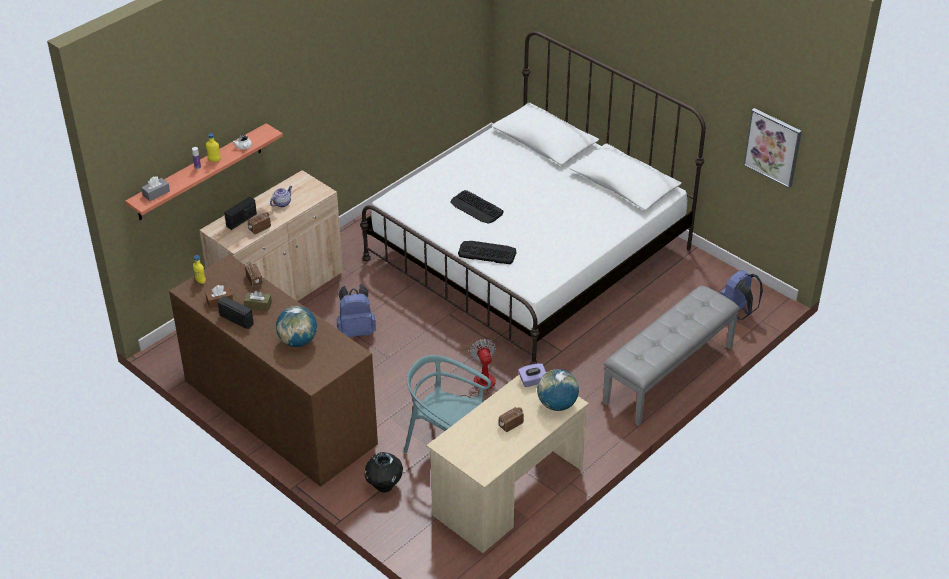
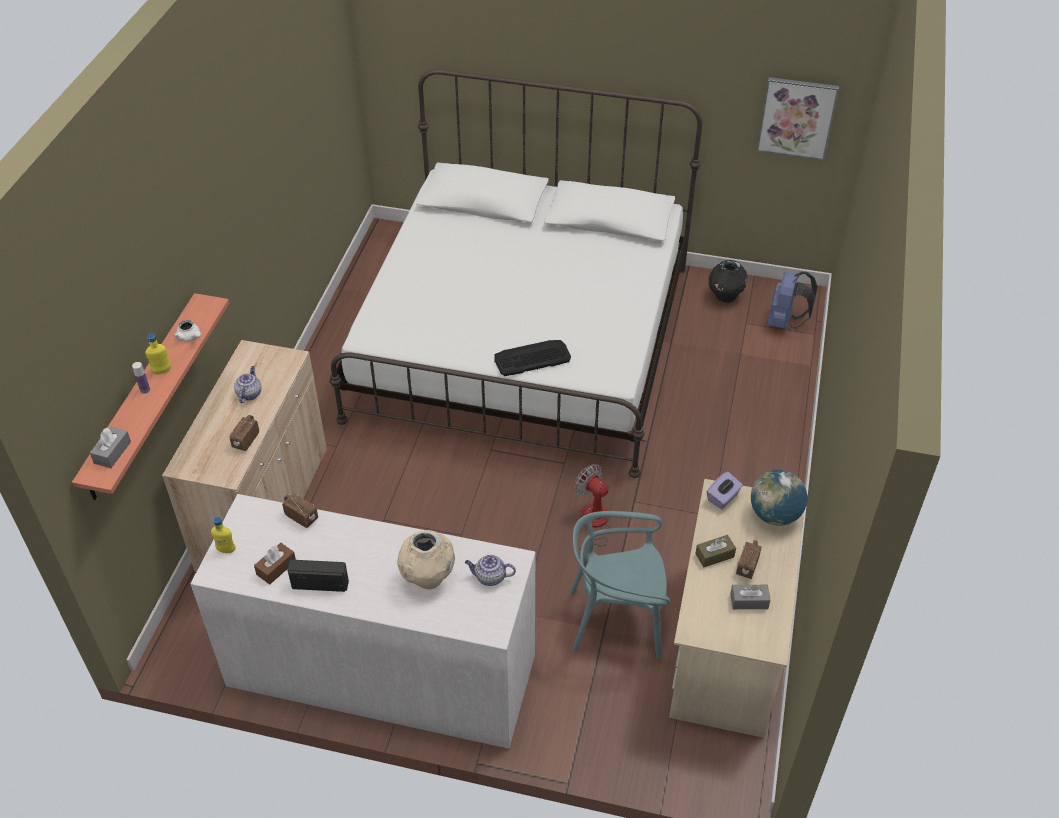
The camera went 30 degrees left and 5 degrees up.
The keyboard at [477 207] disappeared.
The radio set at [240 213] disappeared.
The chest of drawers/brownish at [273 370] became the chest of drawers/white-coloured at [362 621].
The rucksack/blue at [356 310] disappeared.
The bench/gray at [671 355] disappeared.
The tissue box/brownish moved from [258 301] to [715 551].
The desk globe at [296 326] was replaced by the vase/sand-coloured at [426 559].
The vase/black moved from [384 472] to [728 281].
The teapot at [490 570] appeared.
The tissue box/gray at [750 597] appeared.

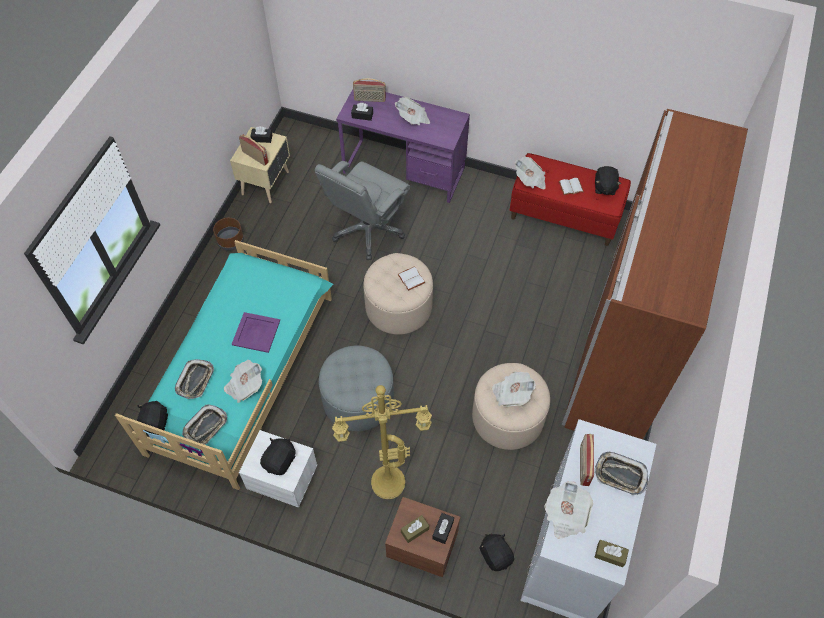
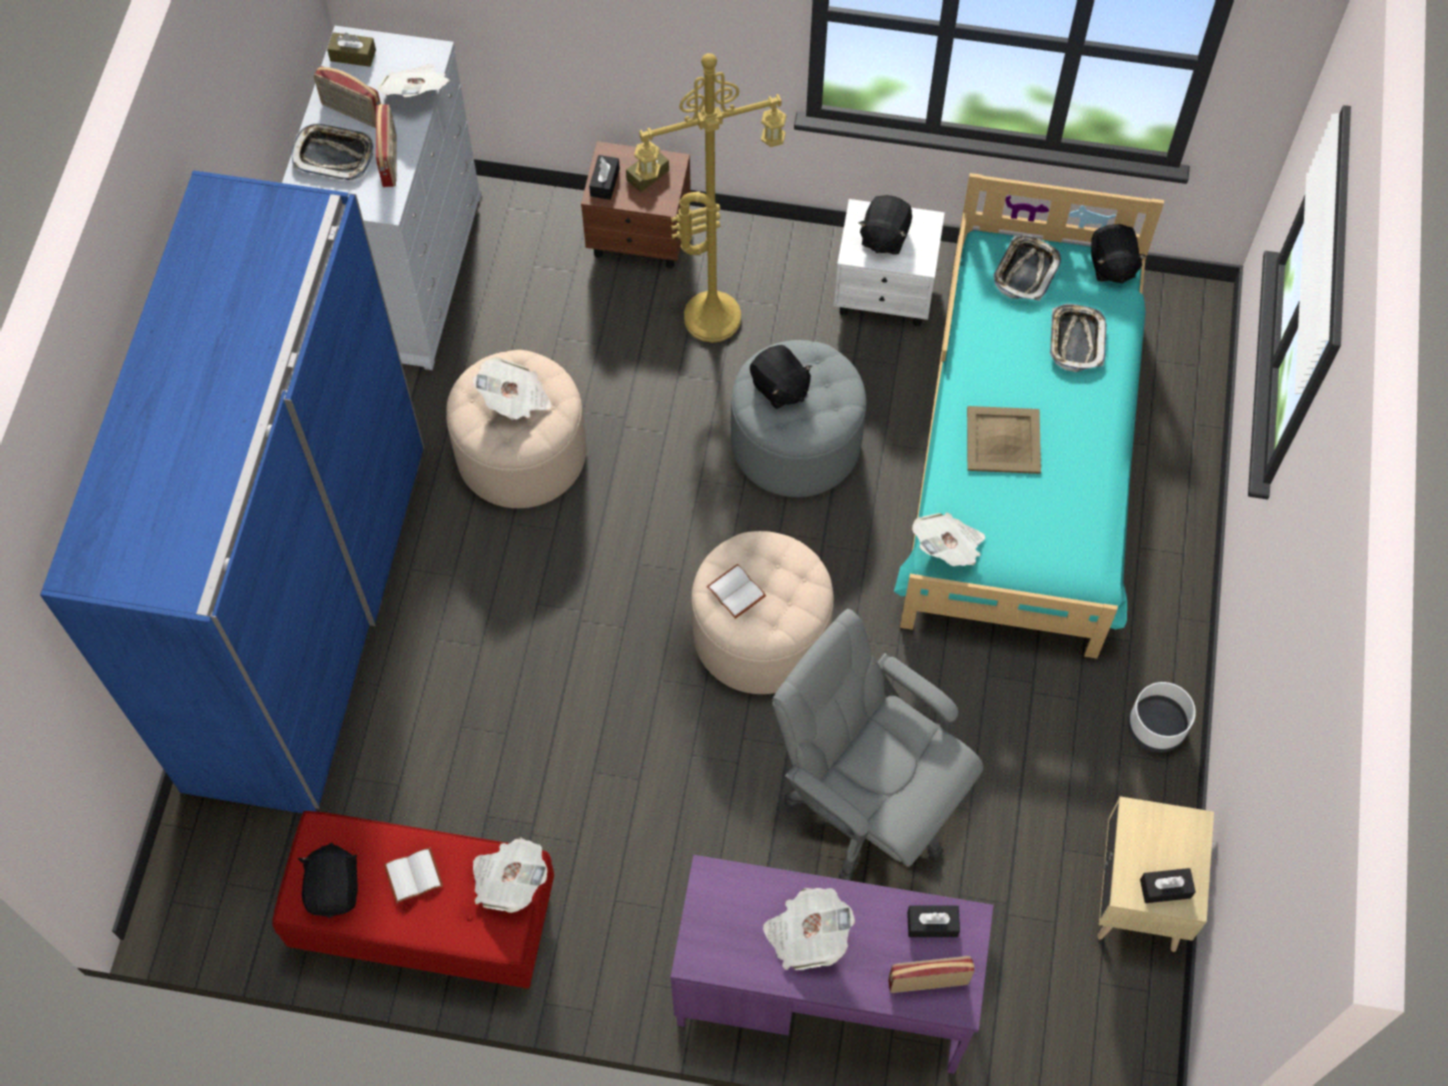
The camera went 170 degrees right and 5 degrees up.
The wardrobe/brownish at [655 274] became the wardrobe/blue at [232 492].
The radio set moved from [254 150] to [347 97].
The computer chair/gray at [362 210] turned 75 degrees counterclockwise.
The plant pot/brownish at [228 234] became the plant pot/white-coloured at [1162 717].
The serving tray/purplish at [256 332] became the serving tray/sand-coloured at [1004 440].
The printed paper moved from [243 381] to [948 539].
The soft toy/black moved from [496 552] to [781 377].

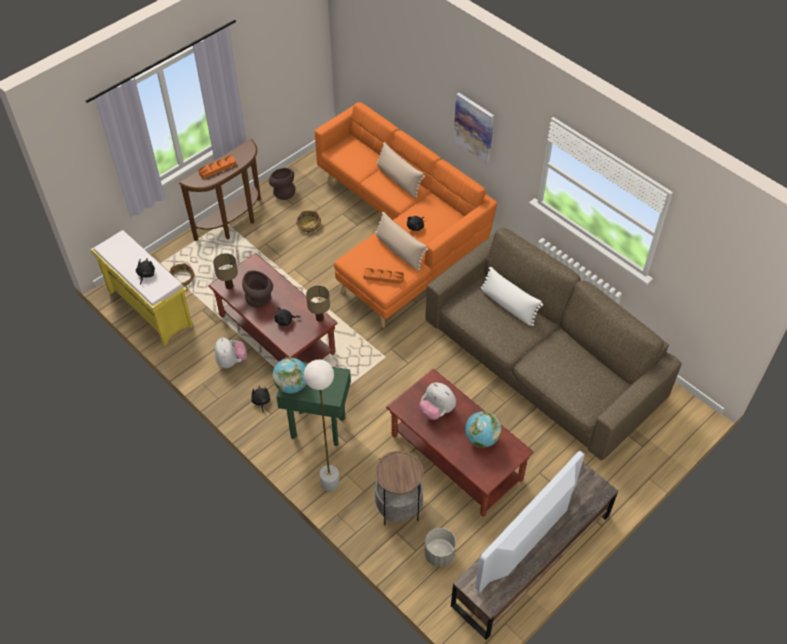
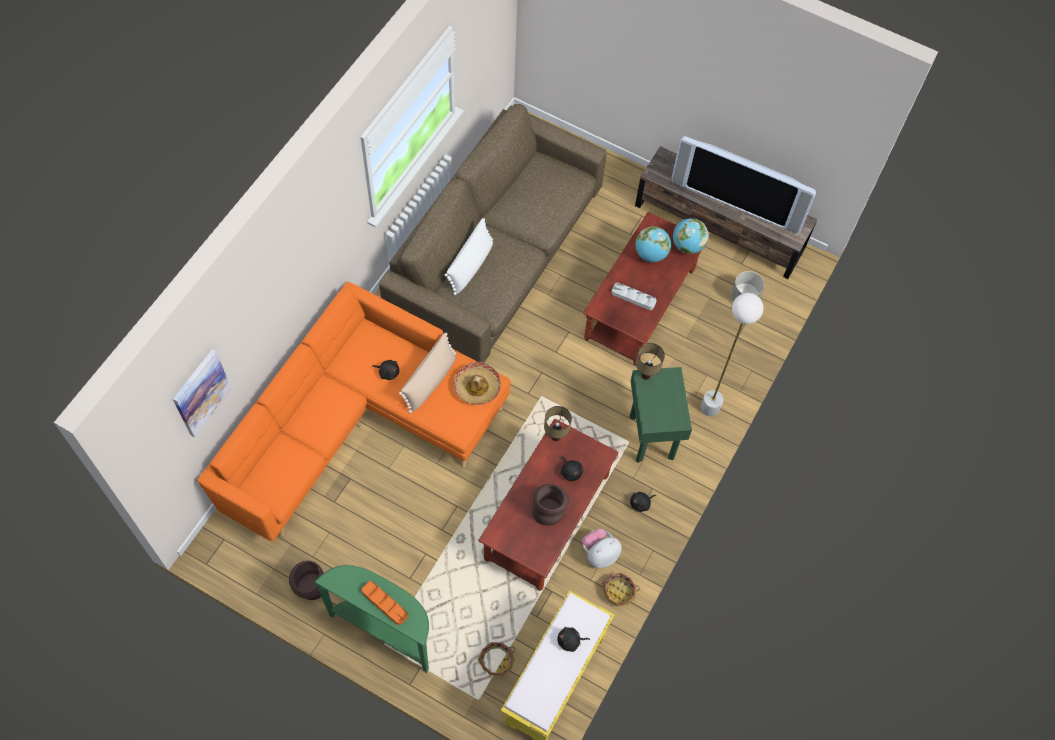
The camera went 110 degrees left and 10 degrees up.
The wall art moved from [473 128] to [202 393].
The console table/brownish at [220 190] became the console table/green at [371 619].
The pillow/sand-coloured at [400 170] disappeared.
The storage basket moved from [308 222] to [621 589].
The lamp for a table moved from [225 271] to [650 361].
The serving tray/orangey at [383 276] was replaced by the hat at [477 383].
The desk globe moved from [289 375] to [691 236].
The soft toy at [437 401] was replaced by the serving tray/gray at [634 296].
The end table at [399 488] disappeared.

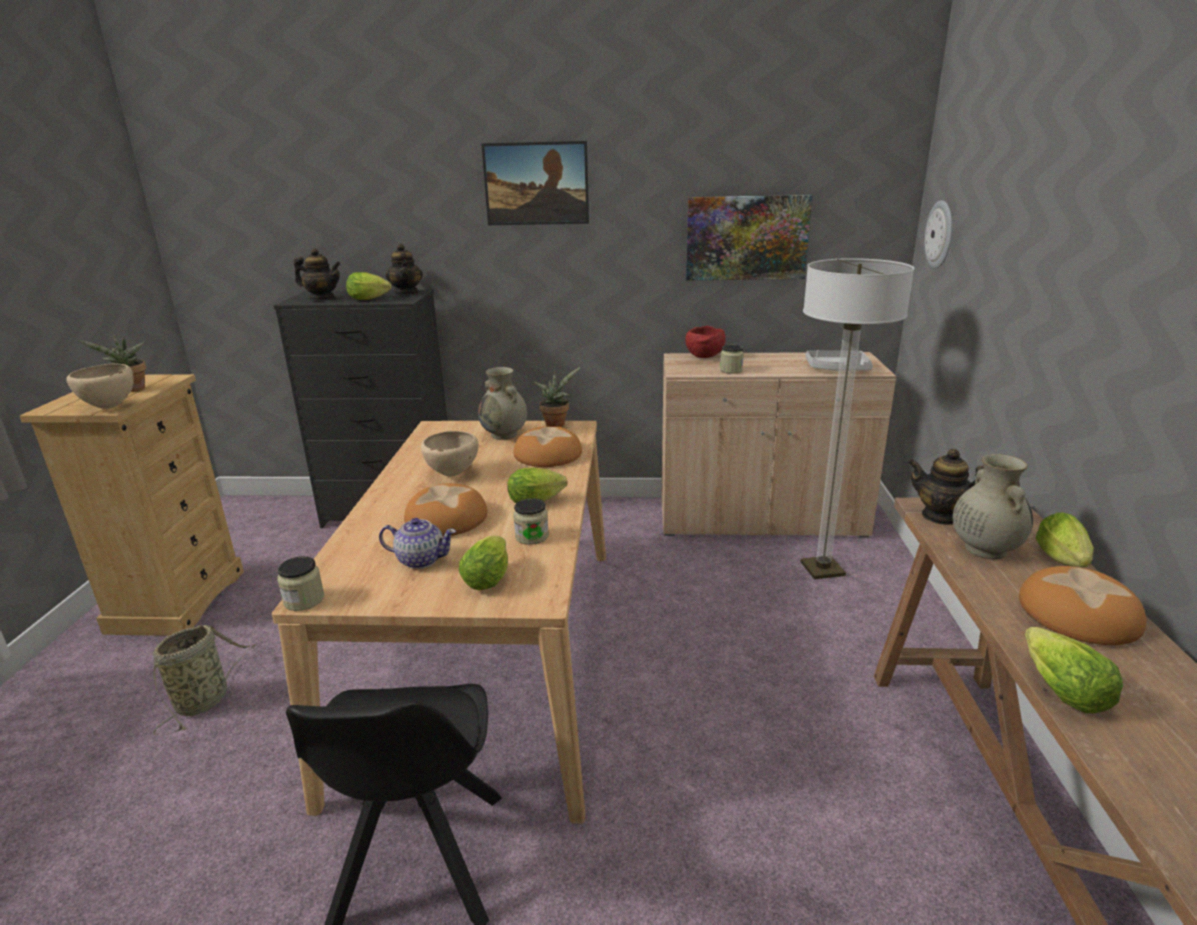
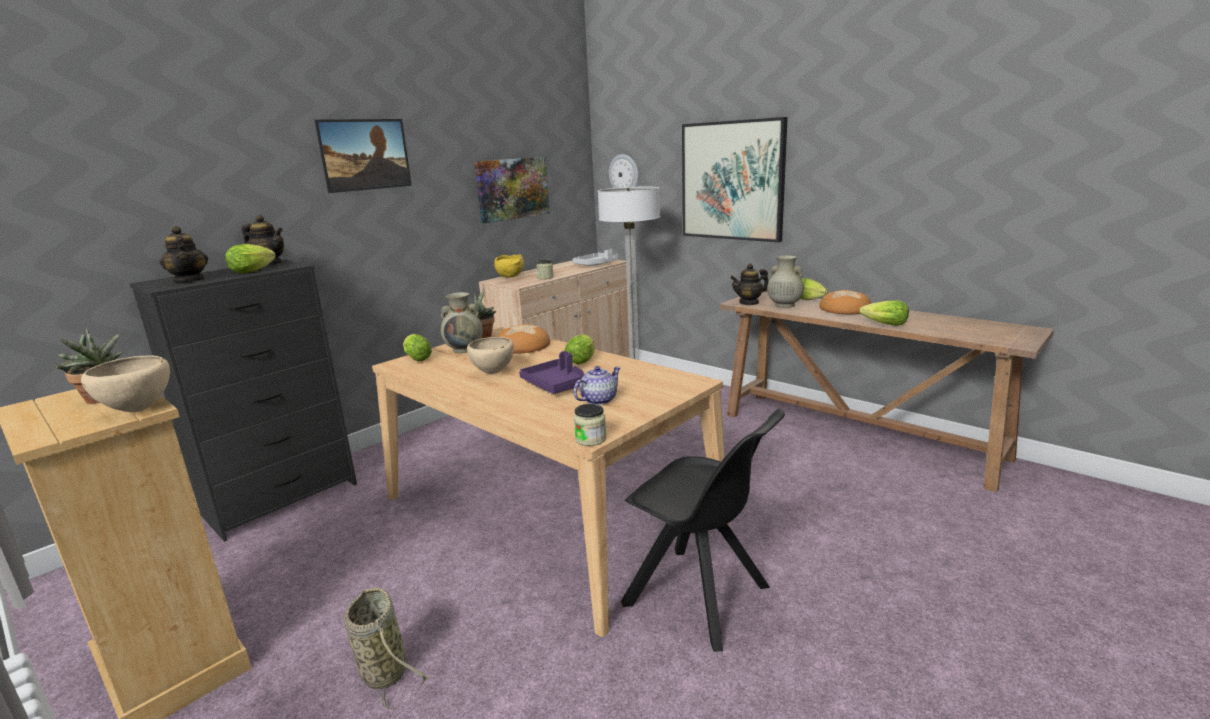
The camera went 50 degrees left and 5 degrees down.
The teapot at [317 274] turned 90 degrees clockwise.
The bowl/red at [706 342] became the bowl/yellow-coloured at [509 266].
The baked bread at [445 510] was replaced by the serving tray/purplish at [552 372].
The jar at [531 521] disappeared.
The head of lettuce moved from [483 563] to [417 347].
The wall art at [735 179] appeared.

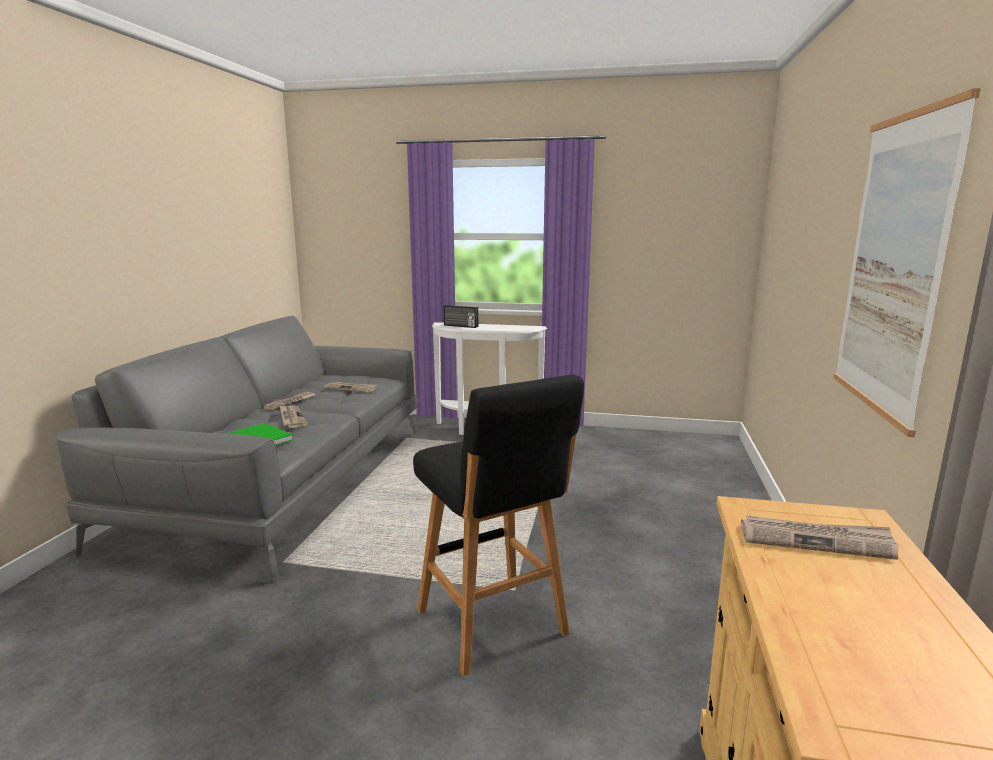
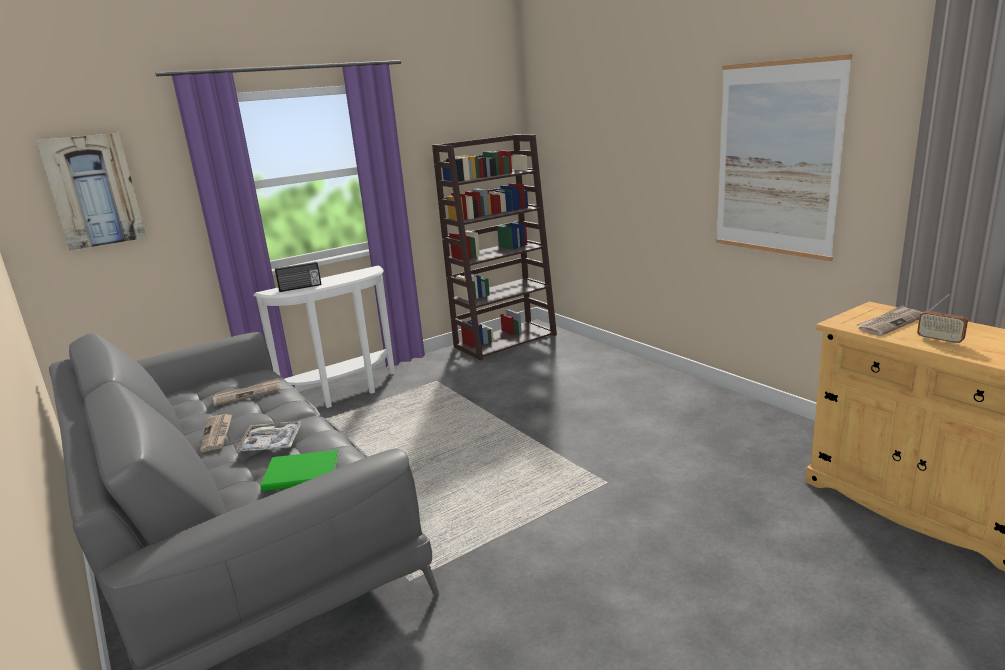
The camera went 45 degrees left and 5 degrees up.
The stool/black at [498 525] disappeared.
The printed paper at [294 416] was replaced by the serving tray at [268 437].
The wall art at [91 192] appeared.
The bookshelf/brownish at [494 247] appeared.
The radio set at [942 319] appeared.

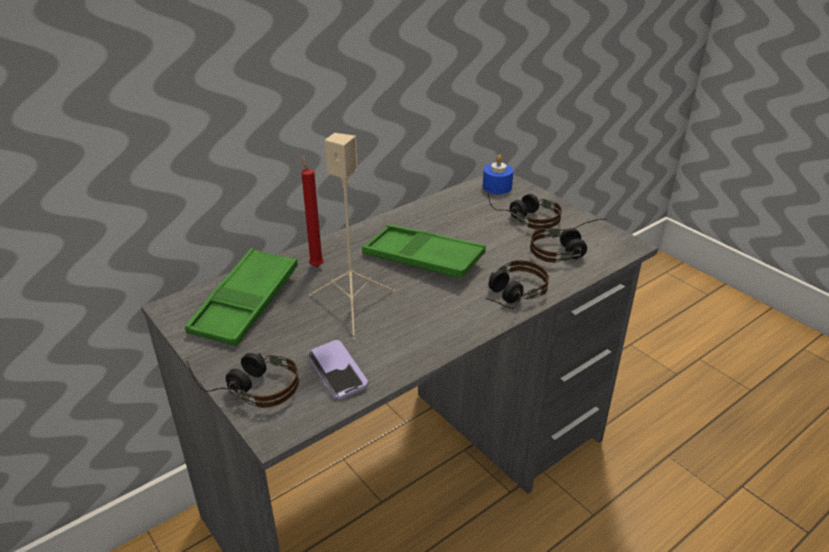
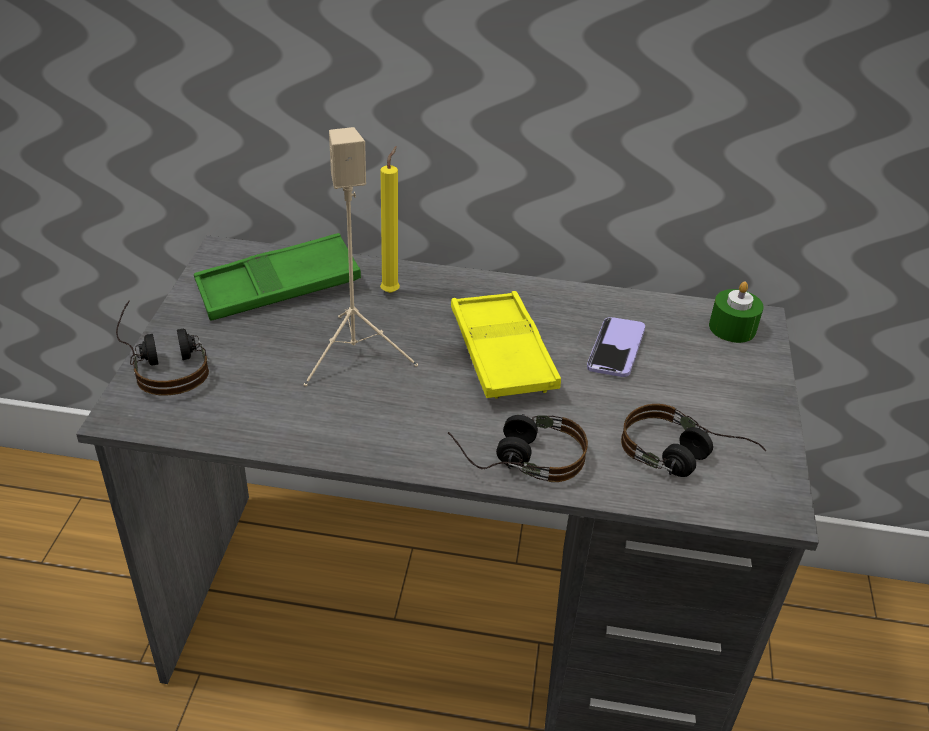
The camera went 45 degrees right and 5 degrees up.
The candle/red at [312 211] became the candle/yellow-coloured at [390 219].
The candle/blue at [498 174] became the candle/green at [736 312].
The pair of headphones at [524 208] disappeared.
The serving tray/green at [424 251] became the serving tray/yellow-coloured at [506 345].
The handset moved from [338 370] to [616 347].

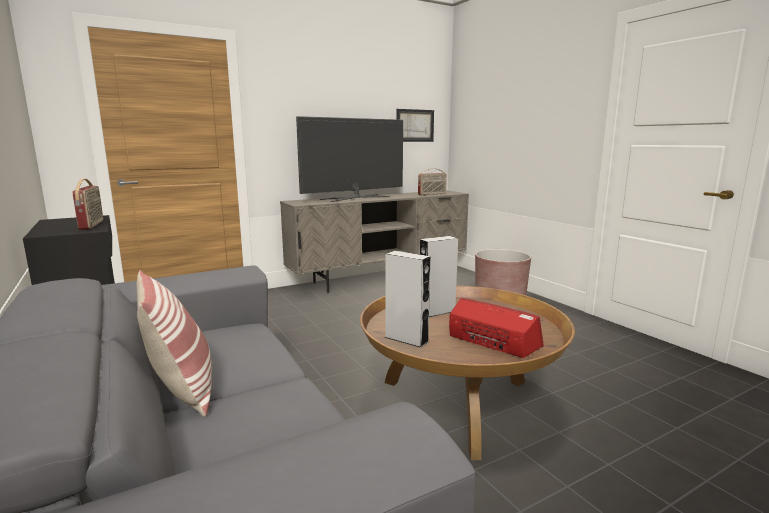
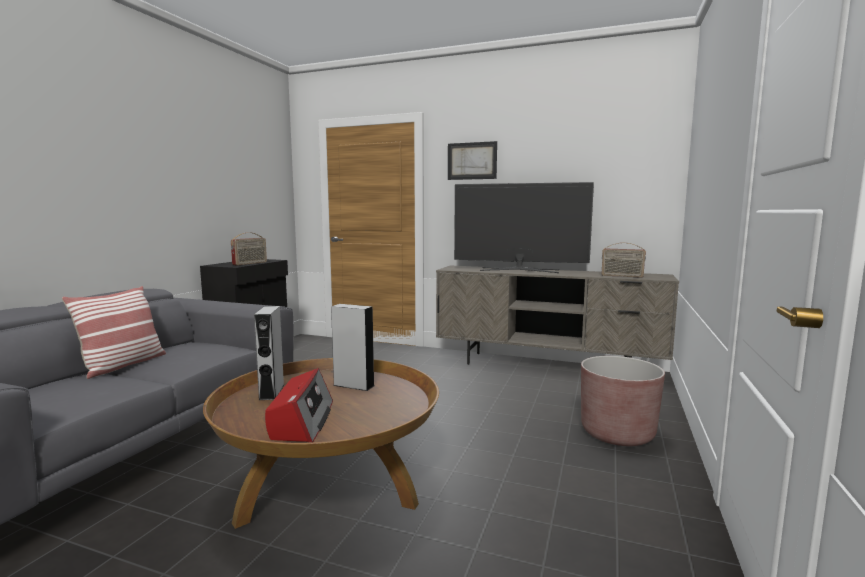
The camera went 50 degrees right and 5 degrees down.
The wall art moved from [415 125] to [472 160].

